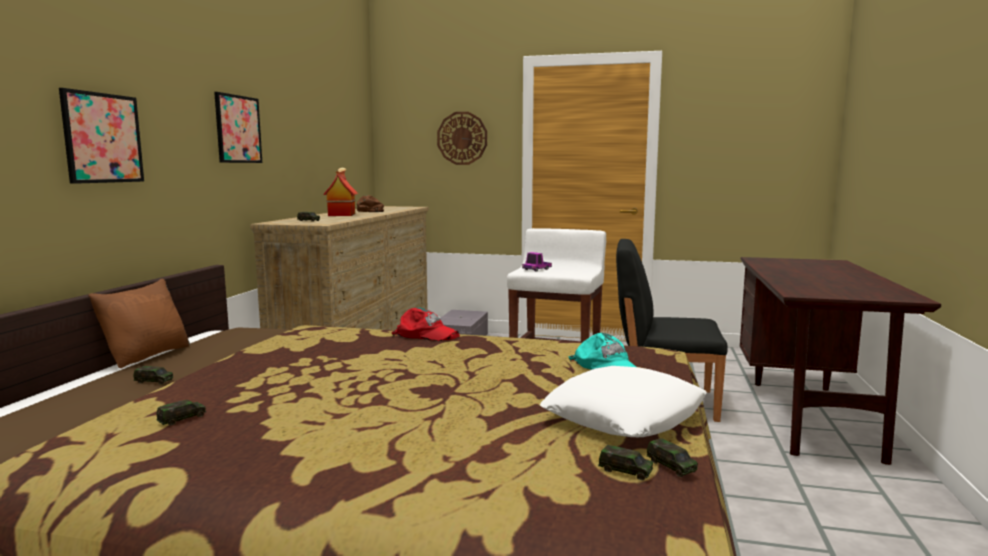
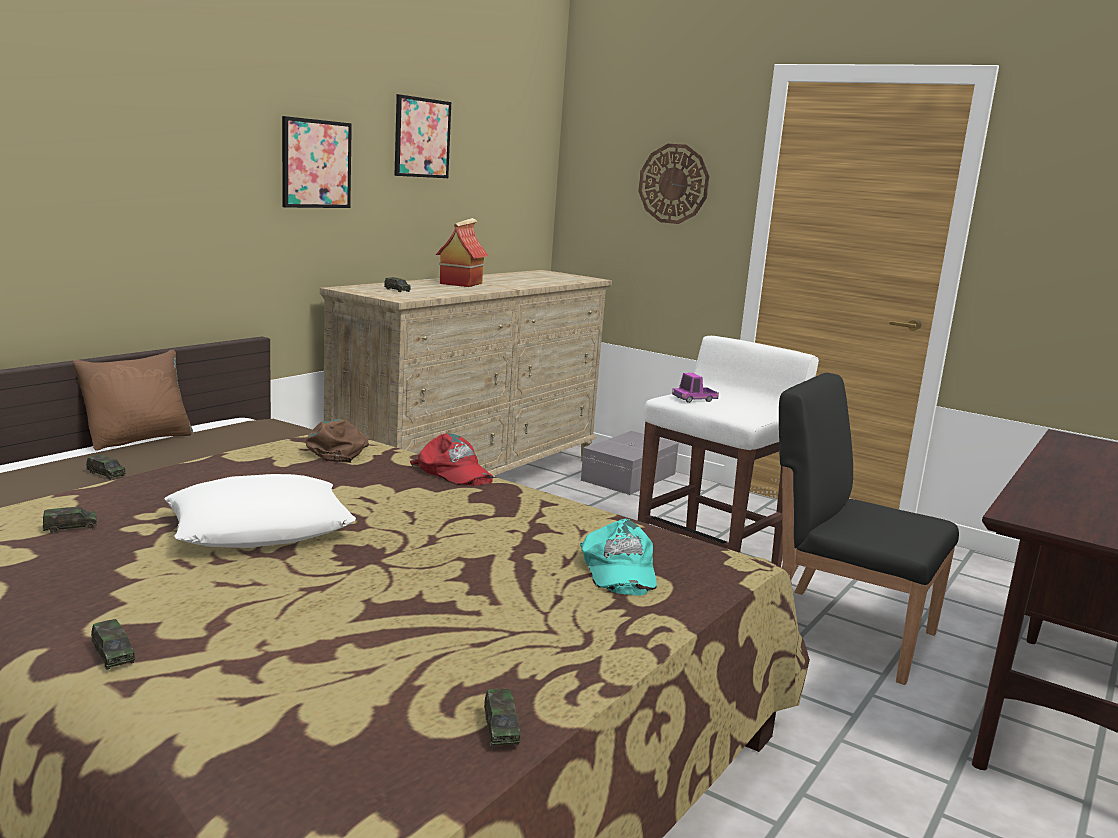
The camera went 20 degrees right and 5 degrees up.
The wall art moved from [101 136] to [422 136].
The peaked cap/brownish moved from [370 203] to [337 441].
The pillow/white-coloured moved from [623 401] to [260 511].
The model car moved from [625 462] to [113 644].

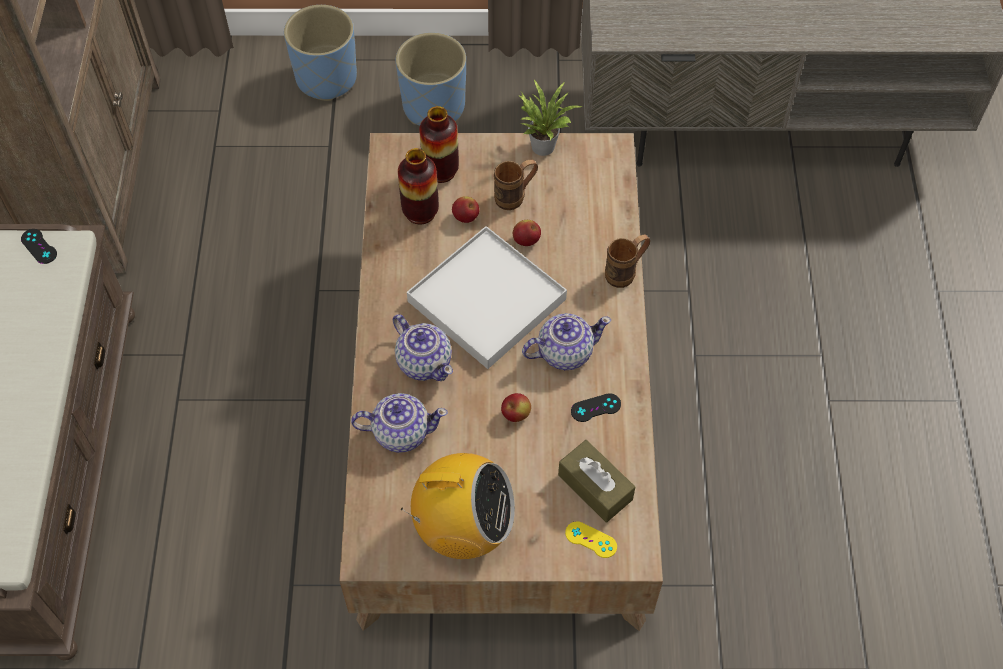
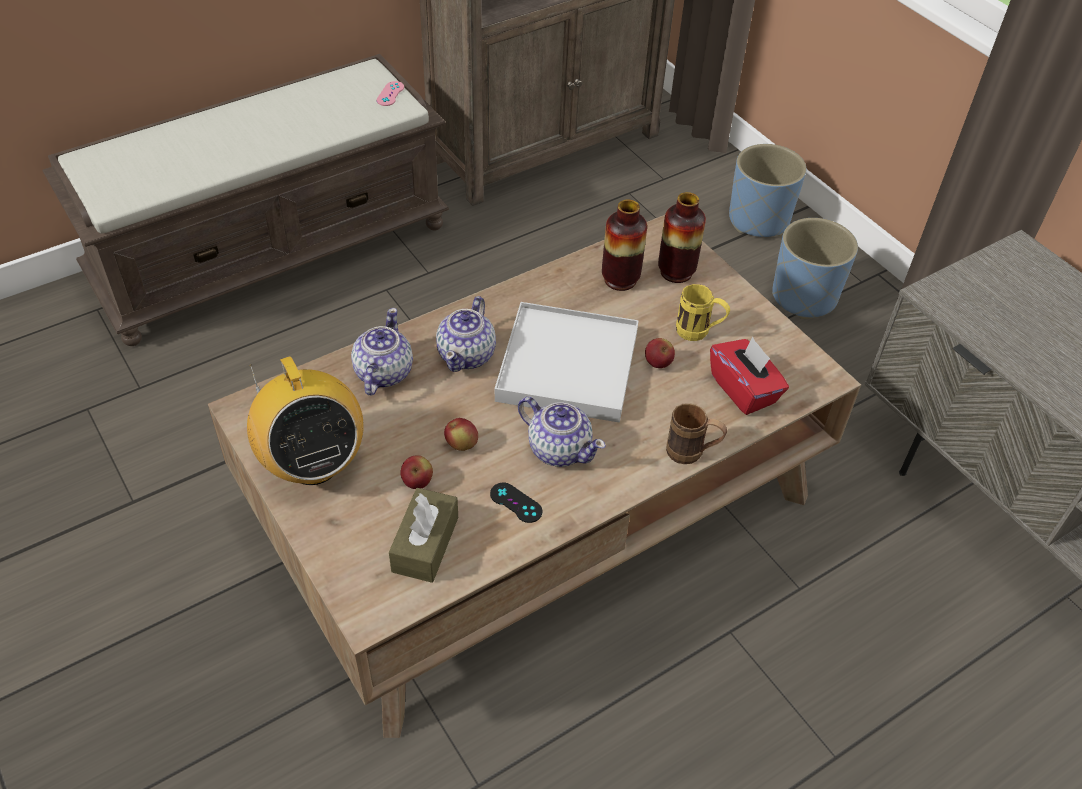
The camera went 55 degrees right and 10 degrees down.
The houseplant at [550 118] disappeared.
The tea mug/brownish at [516 185] became the tea mug/yellow-coloured at [703 312].
The apple moved from [466 209] to [416 472].
The gamepad/black at [39 246] became the gamepad/pink-coloured at [390 93].
The teapot at [399 423] turned 135 degrees counterclockwise.
The gamepad/yellow-coloured at [591 539] disappeared.
The tissue box/red at [749 376] appeared.

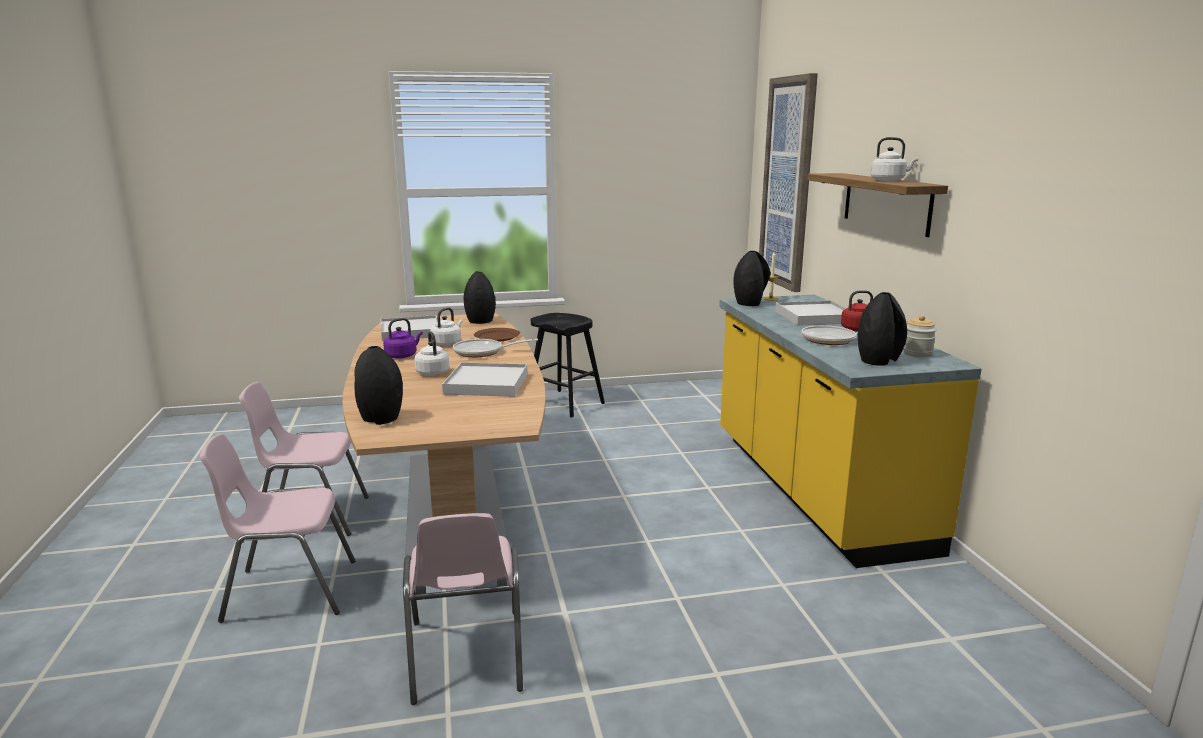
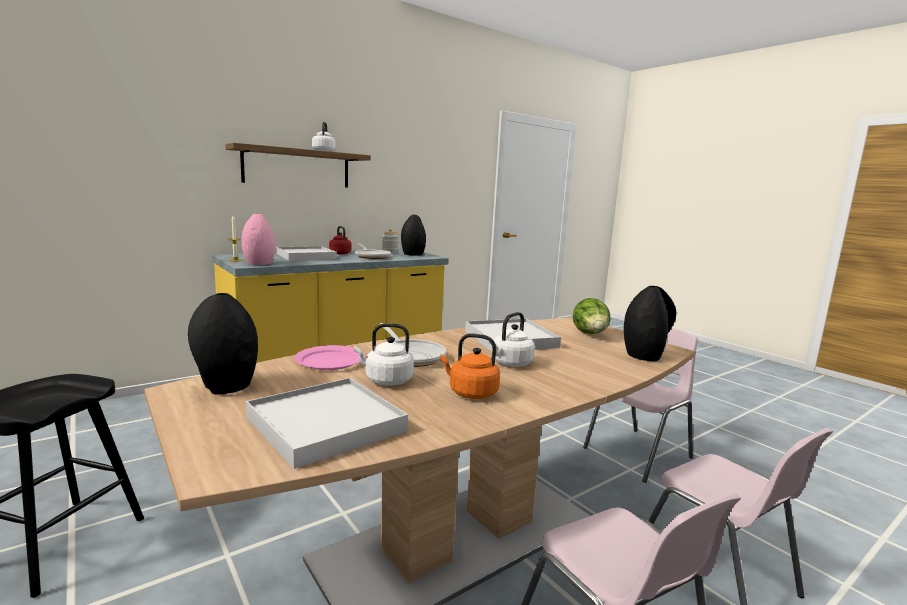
The camera went 115 degrees left and 5 degrees down.
The wall art at [788 182] disappeared.
The vase/black at [751 278] became the vase/pink-coloured at [258 239].
The tea kettle/purplish at [403 338] became the tea kettle/orangey at [470 366].
The flat dish/brownish at [497 335] became the flat dish/pink-coloured at [329 357].
The head of lettuce at [591 316] appeared.

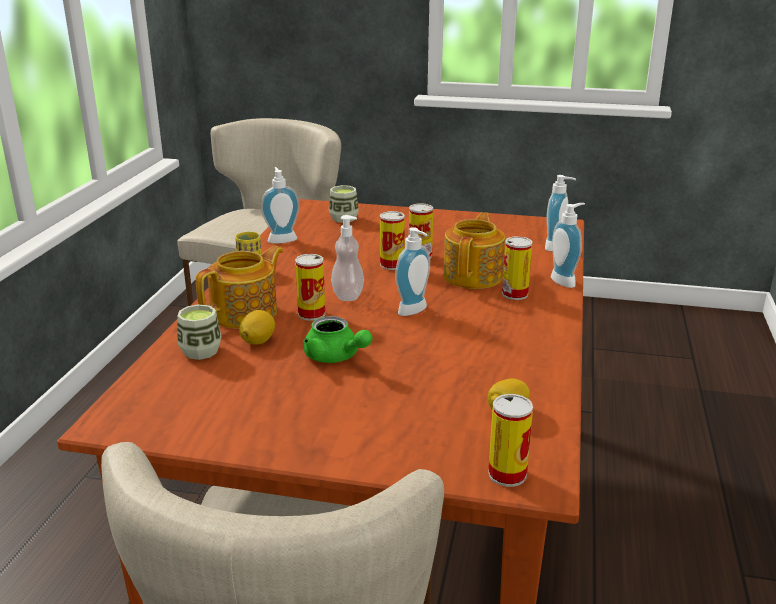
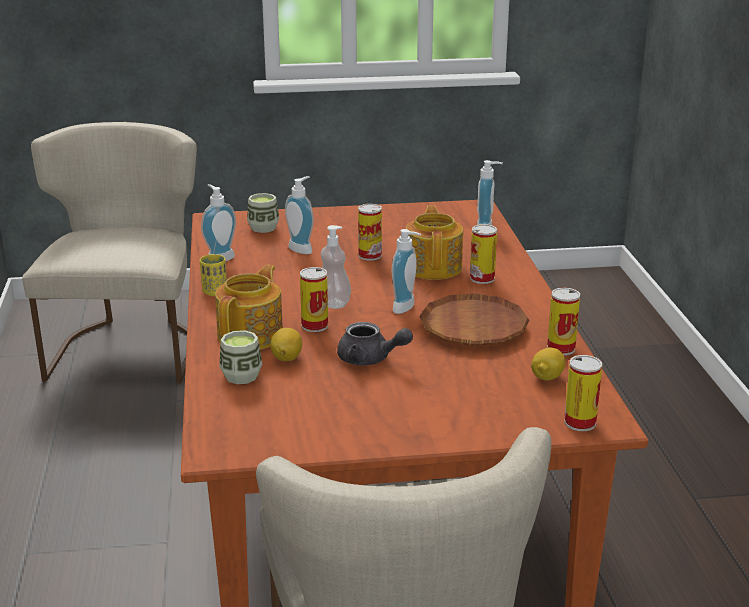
The camera went 20 degrees left and 0 degrees up.
The liquid soap bottle moved from [568 245] to [299 215].
The sealed can moved from [392 240] to [563 321].
The teapot/green at [338 339] became the teapot/gray at [375 343].
The flat dish/brownish at [474 319] appeared.

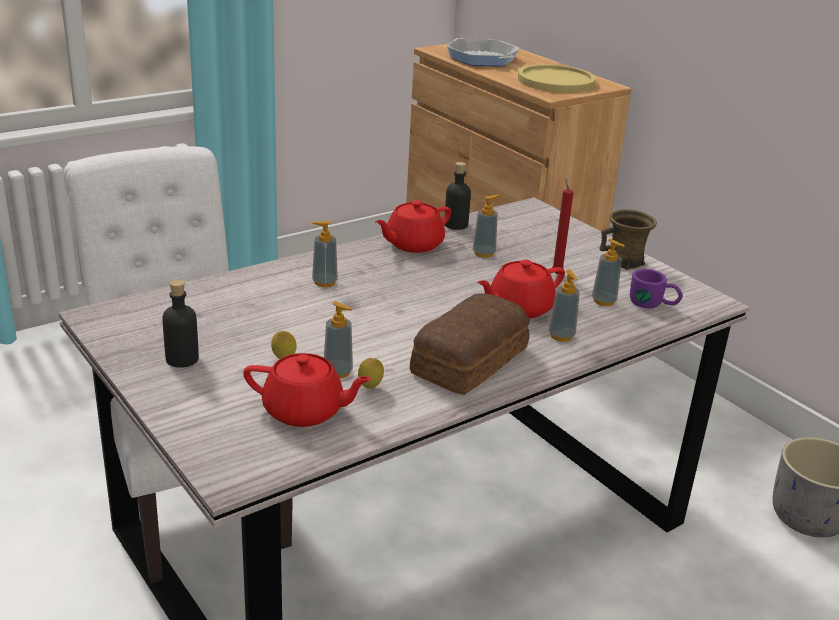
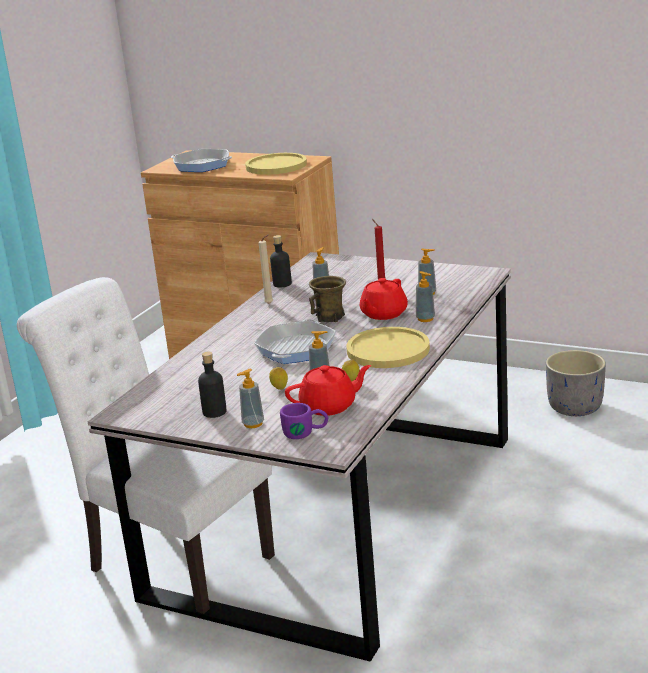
The camera went 25 degrees left and 5 degrees down.
The teapot/red at [413 226] was replaced by the candle/sand-coloured at [265 269].
The tea mug/brownish moved from [628 239] to [327 299].
The liquid soap bottle moved from [325 254] to [250 398].
The tea mug/purplish moved from [656 288] to [304 421].
The baked bread at [470 344] was replaced by the flat dish/yellow-coloured at [388 347].
The pan at [295 341] appeared.

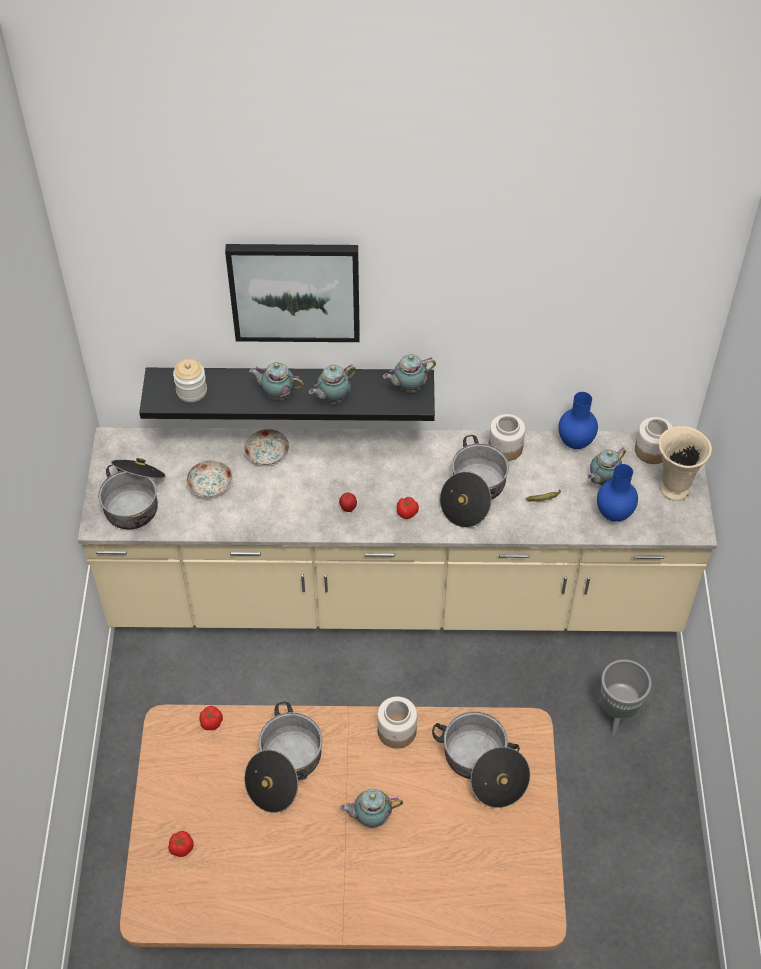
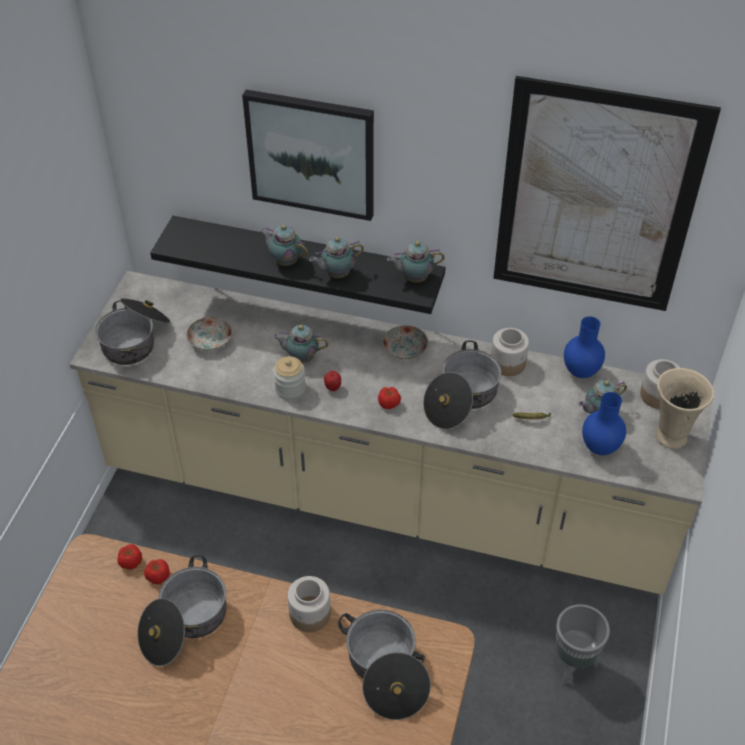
The camera went 15 degrees right and 5 degrees down.
The jar moved from [190 380] to [289 378].
The flat dish moved from [266 447] to [405 342].
The teapot moved from [371 808] to [300 344].
The whole tomato moved from [181 844] to [157 571].
The wall art at [607 193] appeared.

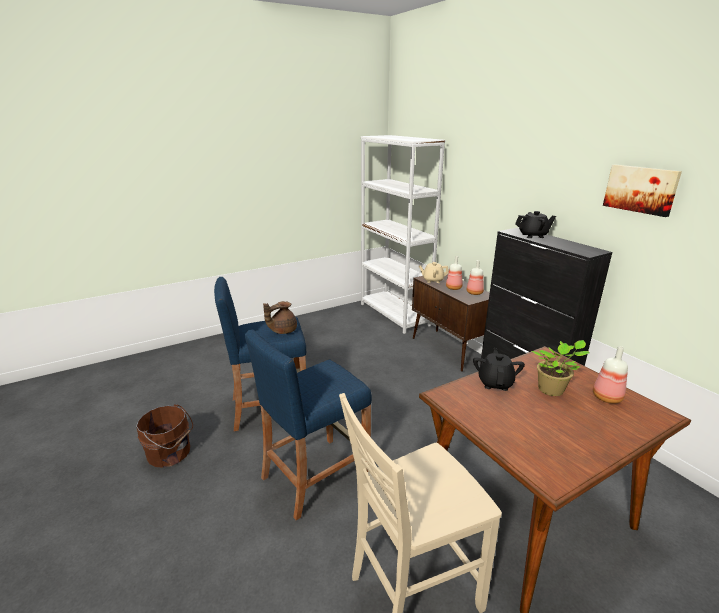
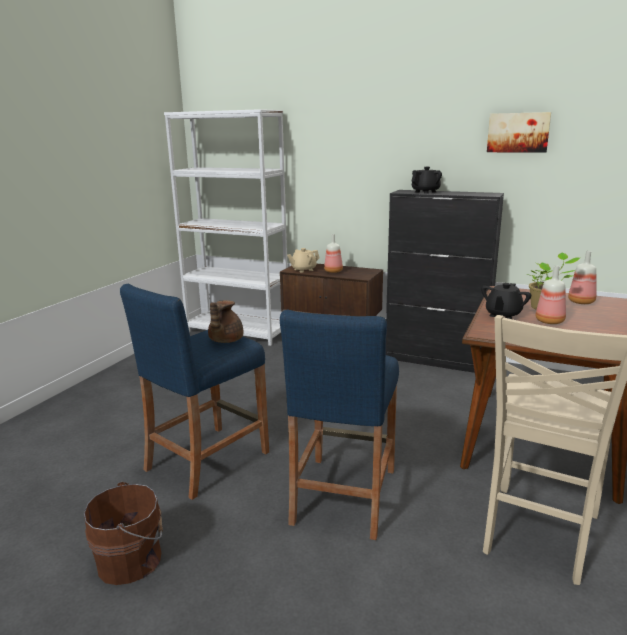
The camera went 35 degrees left and 5 degrees down.
The drink bottle moved from [475 277] to [551 294].
The teapot/black at [499 369] turned 120 degrees counterclockwise.

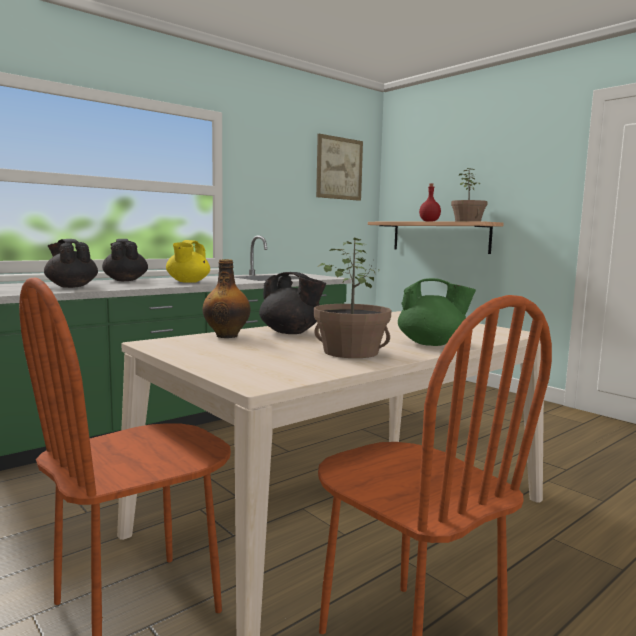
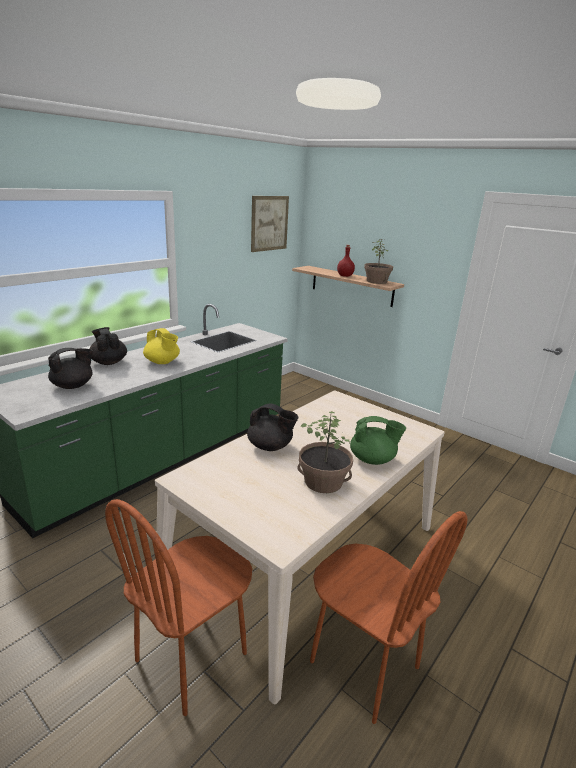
The camera went 10 degrees left and 15 degrees up.
The teapot/black at [71 263] turned 105 degrees clockwise.
The teapot/yellow-coloured at [188 261] turned 45 degrees counterclockwise.
The drink bottle at [226 298] disappeared.

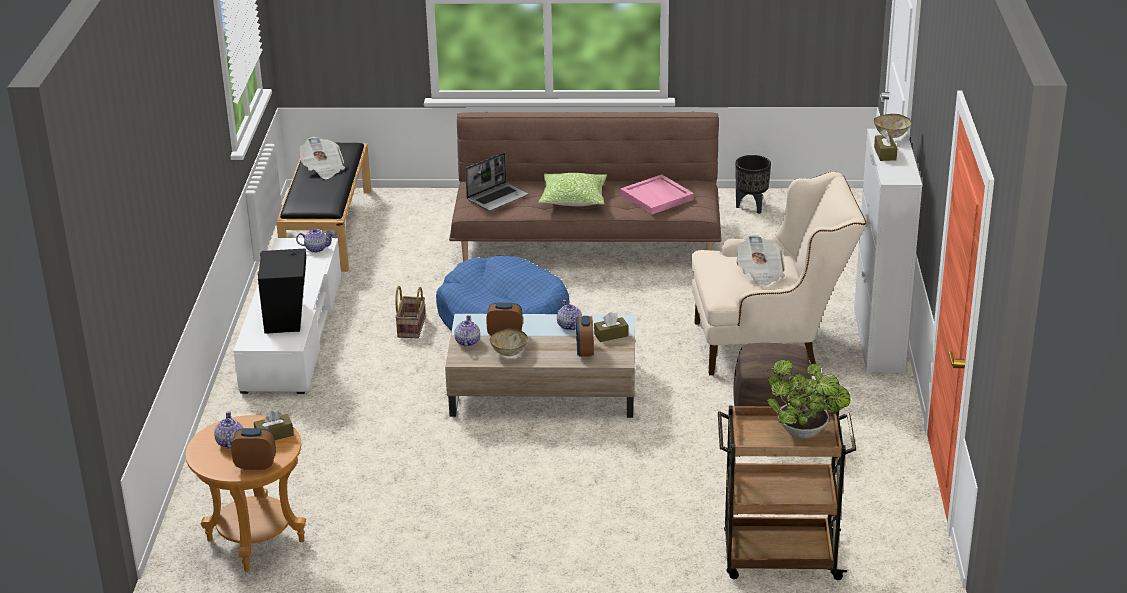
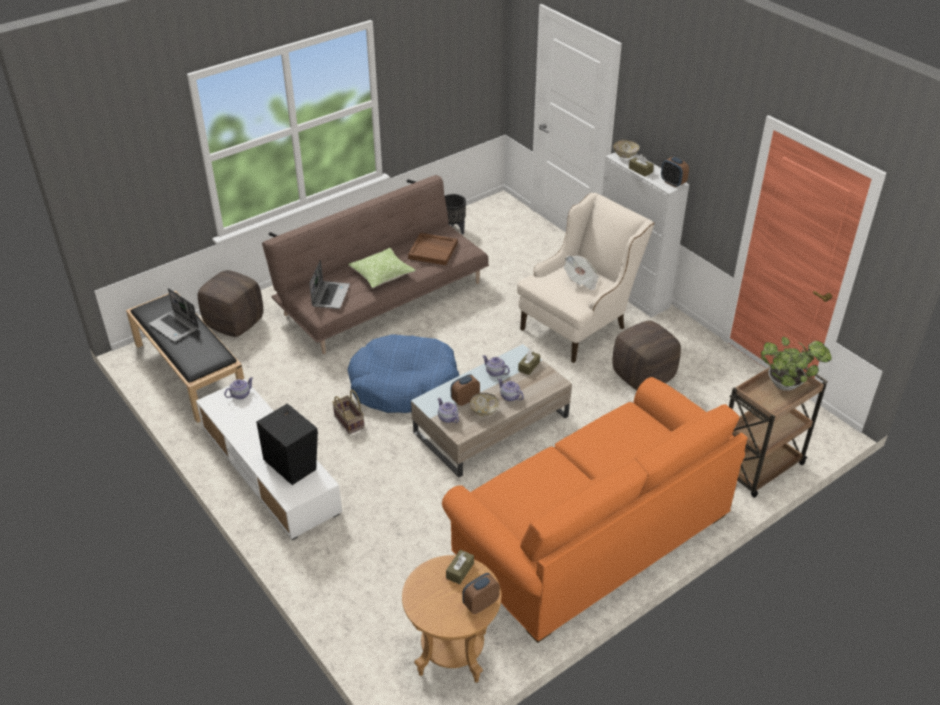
The camera went 40 degrees left and 10 degrees up.
The printed paper at [322 158] was replaced by the laptop at [174 315].
The serving tray/pink-coloured at [657 194] became the serving tray/brownish at [432 249].
The bedside clock moved from [585 336] to [675 172].
The teapot moved from [228 430] to [511 389].
The footrest/brownish at [230 303] appeared.
The settee/orangey at [595 510] appeared.

